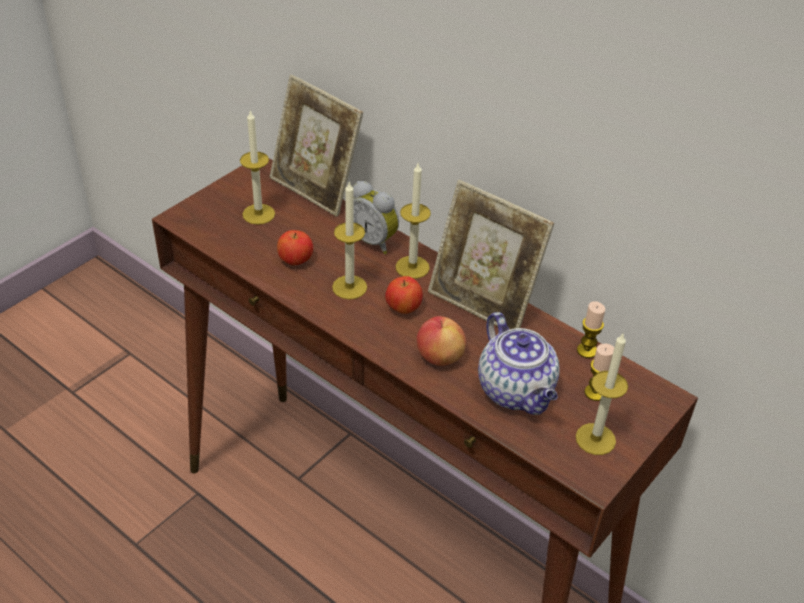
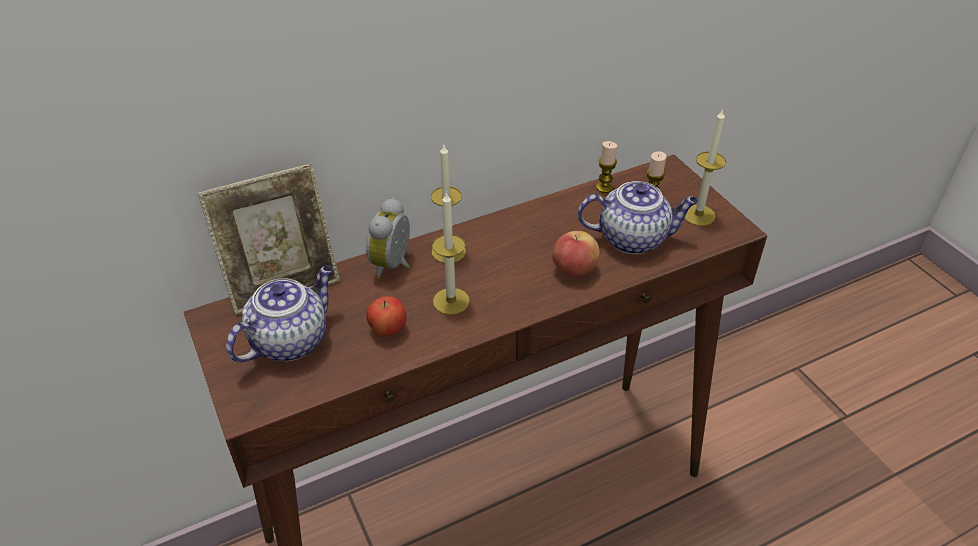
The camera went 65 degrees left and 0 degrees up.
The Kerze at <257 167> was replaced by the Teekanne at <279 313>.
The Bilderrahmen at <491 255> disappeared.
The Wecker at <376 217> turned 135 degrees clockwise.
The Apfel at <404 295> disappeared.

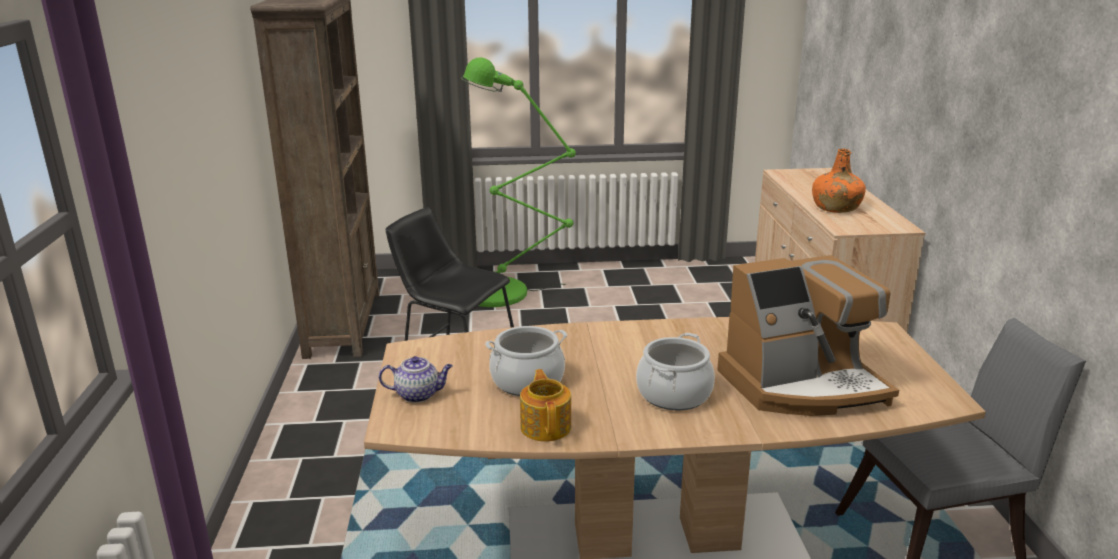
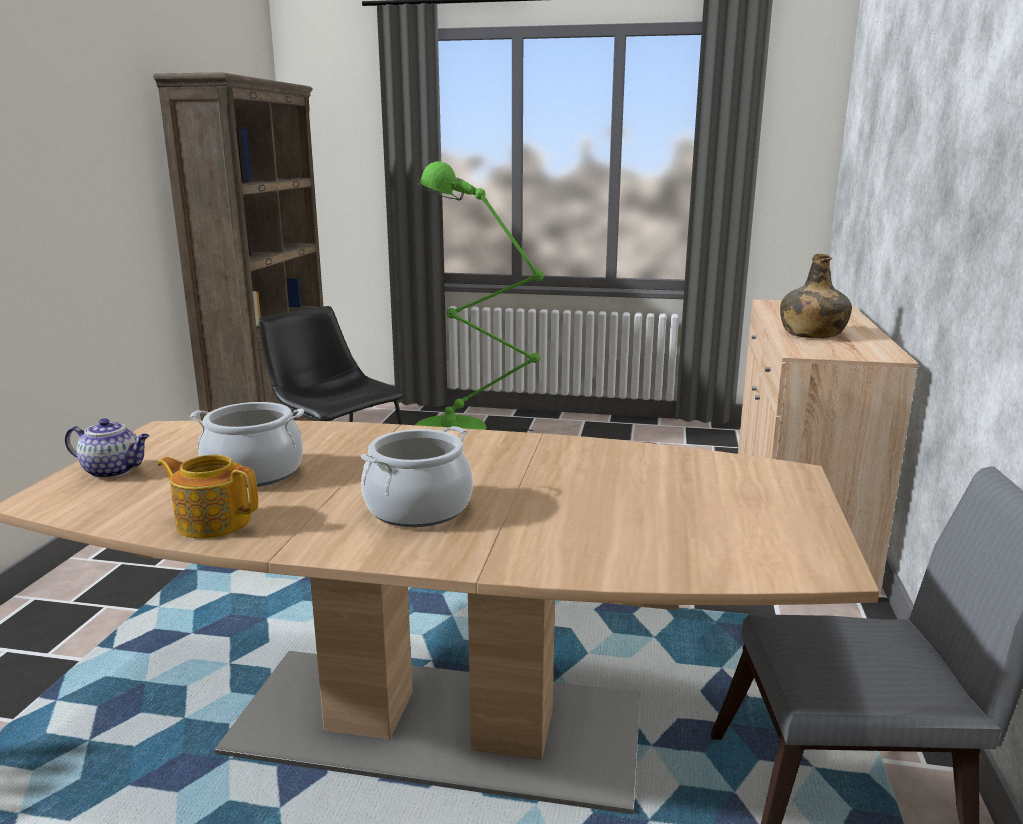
The camera went 15 degrees right and 5 degrees down.
The Flasche [orange] at <839 181> became the Flasche [grün] at <816 296>.
The Kaffeemaschine at <808 335> disappeared.
The Teekanne at <545 405> turned 75 degrees counterclockwise.

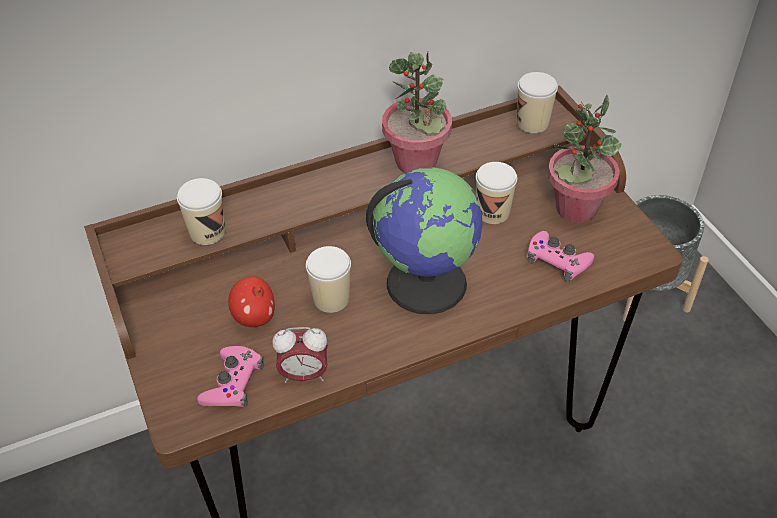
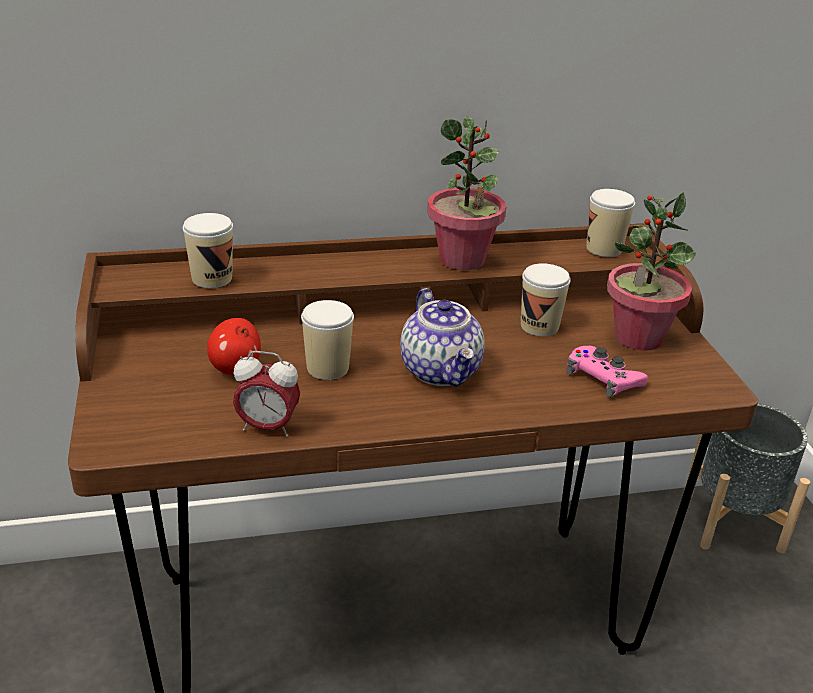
The camera went 10 degrees right and 15 degrees down.
The Globus at <424 240> was replaced by the Teekanne at <442 337>.
The Gamepad [rosa] at <230 376> disappeared.

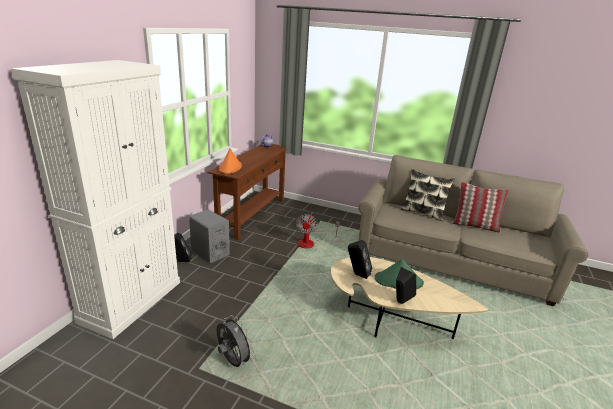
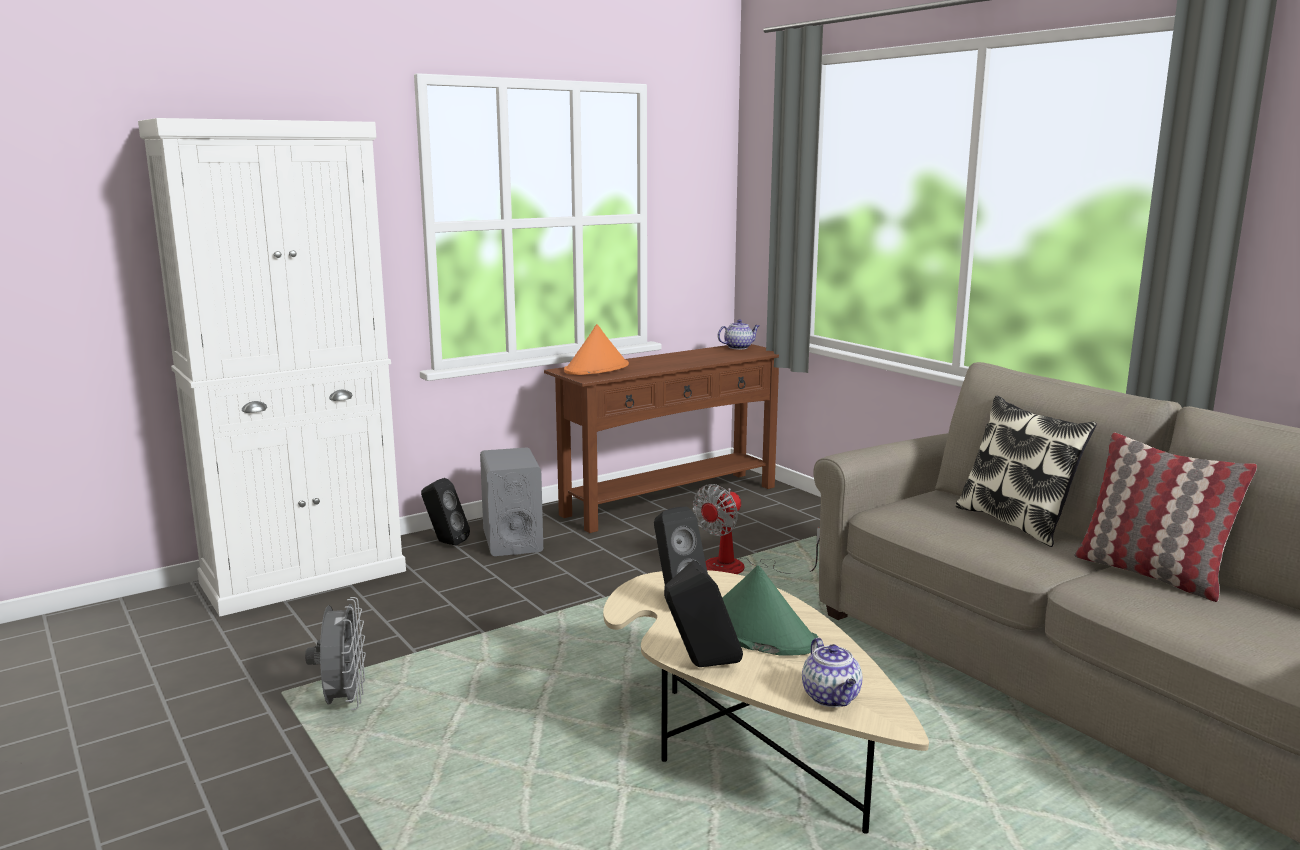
The camera went 35 degrees right and 10 degrees down.
The Teekanne at <832 672> appeared.

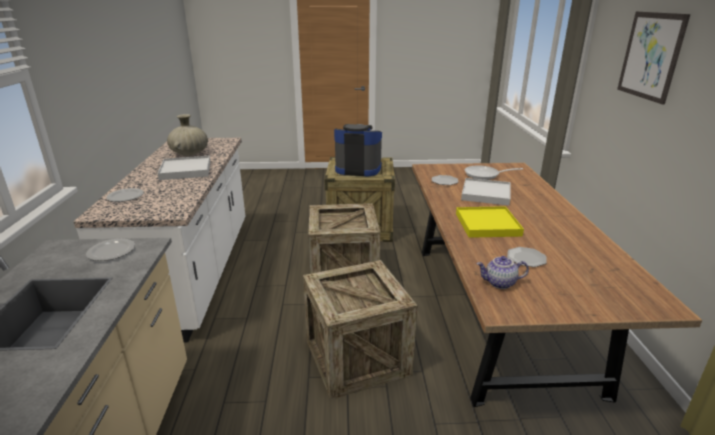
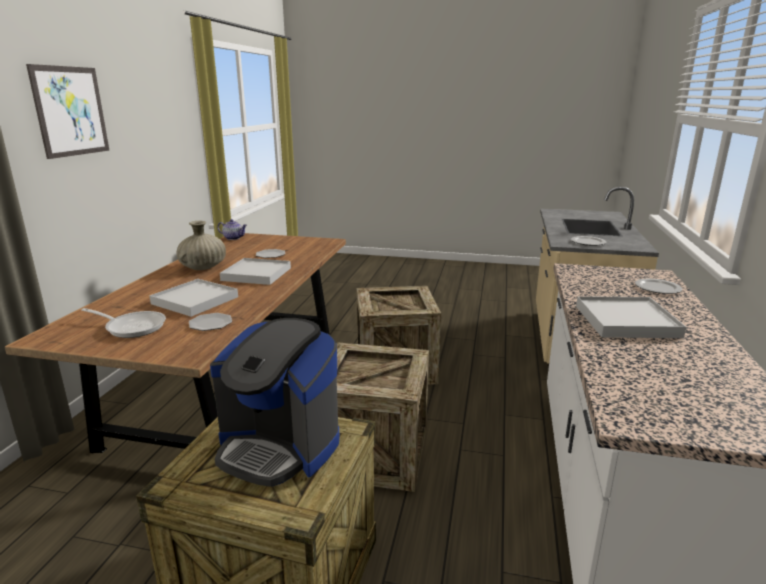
The camera went 165 degrees left and 5 degrees down.
The Vase [beige] moved from <187 135> to <201 245>.
The Tablett [gelb] at <490 222> became the Tablett [weiß] at <255 271>.
The Teekanne moved from <503 272> to <232 229>.

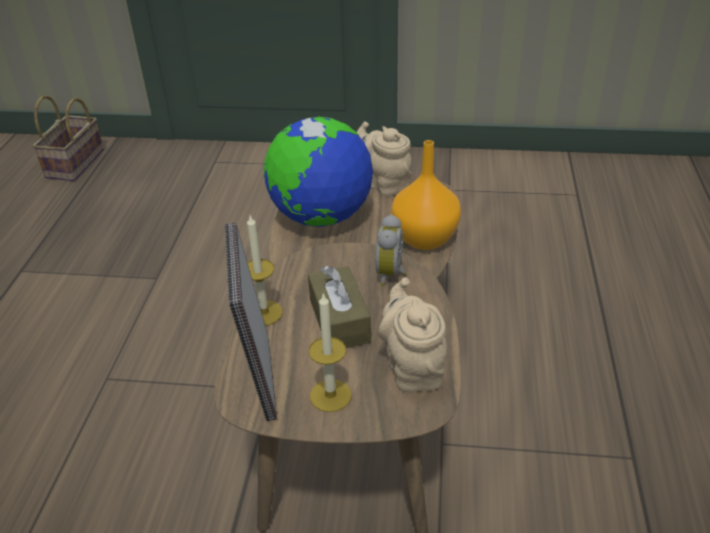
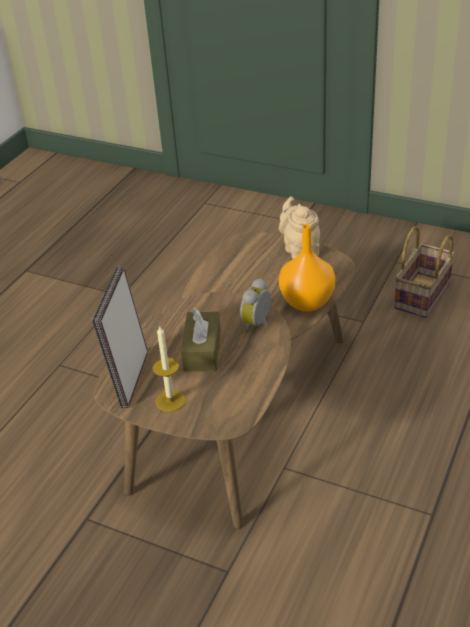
The camera went 20 degrees right and 0 degrees up.
The Korb moved from <68 138> to <424 272>.
The Globus at <318 172> disappeared.
The Kerze at <264 270> disappeared.
The Teekanne [beige] at <412 335> disappeared.

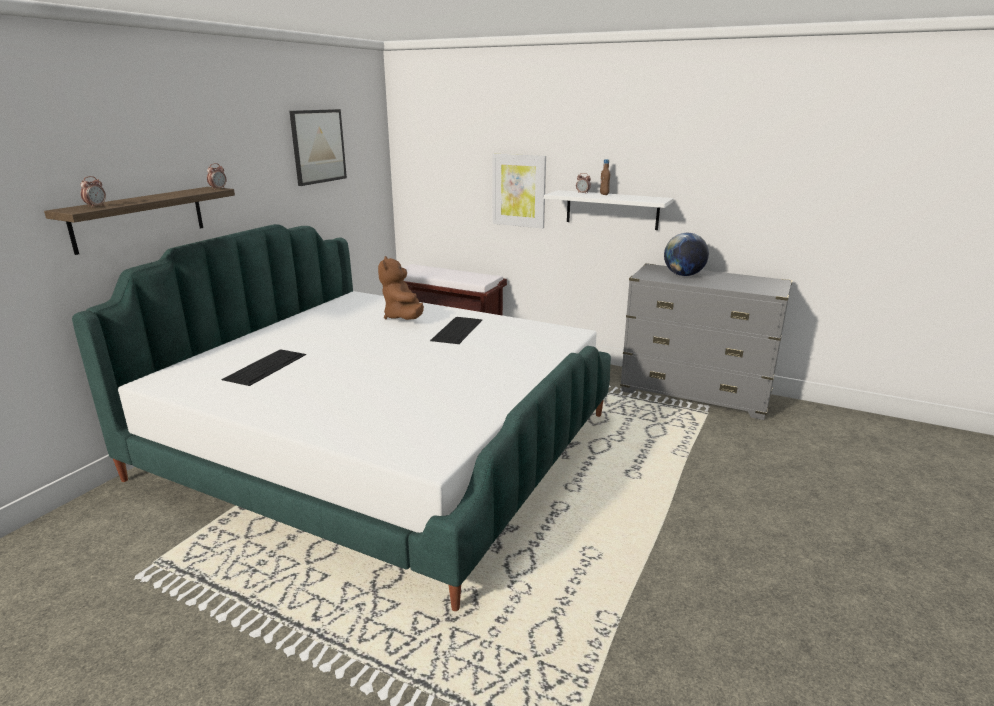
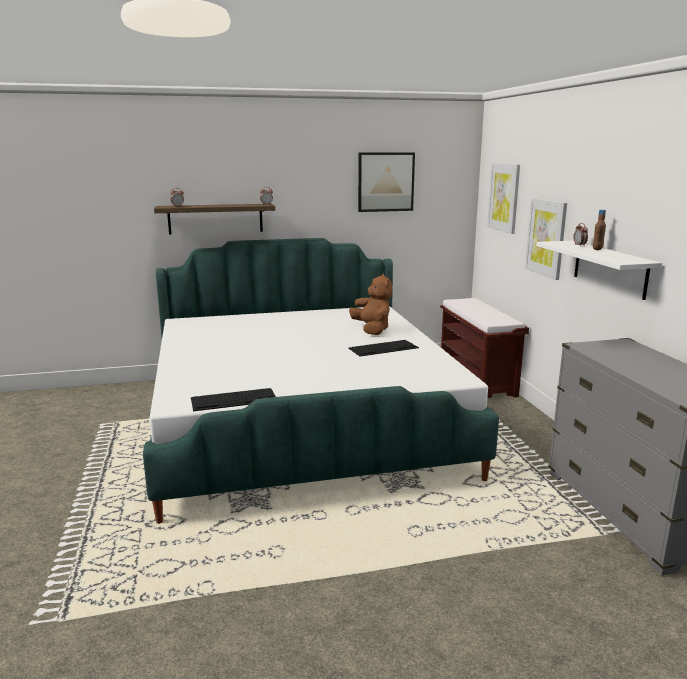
The camera went 50 degrees right and 5 degrees down.
The Globus at <686 254> disappeared.
The Plüschtier [braun] at <401 288> turned 120 degrees clockwise.
The Tastatur moved from <264 367> to <233 399>.
The Bild at <503 198> appeared.

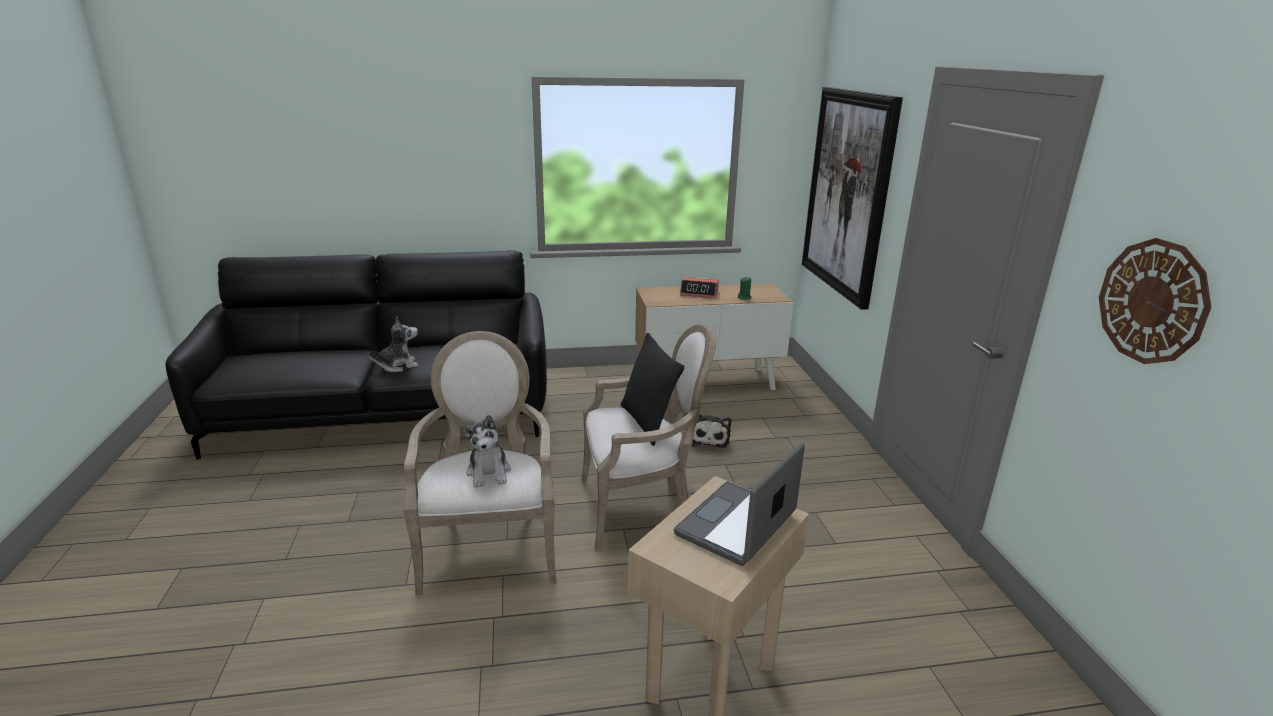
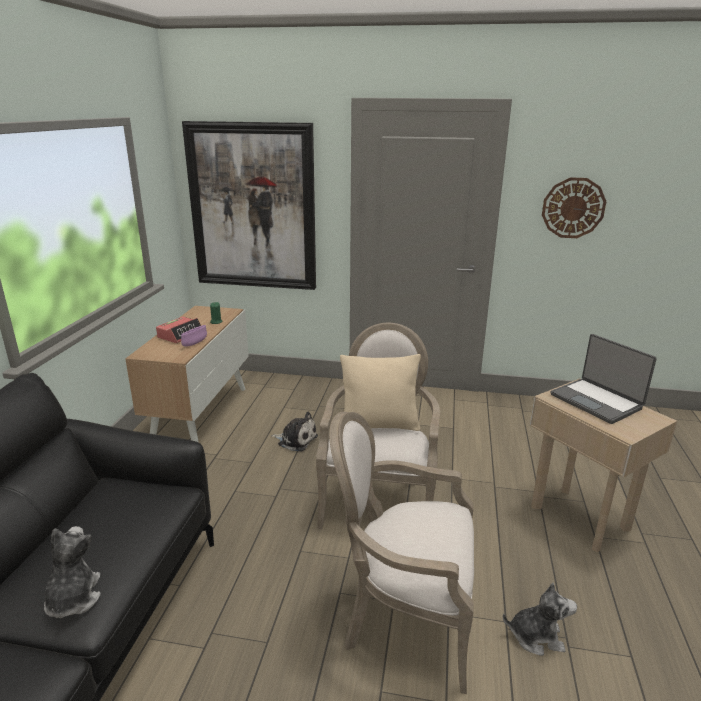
The camera went 70 degrees left and 0 degrees up.
The Kissen [schwarz] at <653 389> became the Kissen [beige] at <380 392>.
The Plüschtier moved from <486 451> to <540 619>.
The Schüssel [lila] at <194 336> appeared.

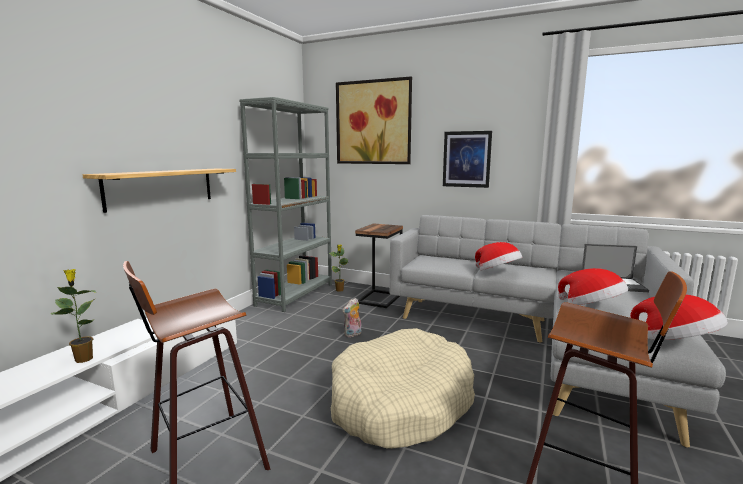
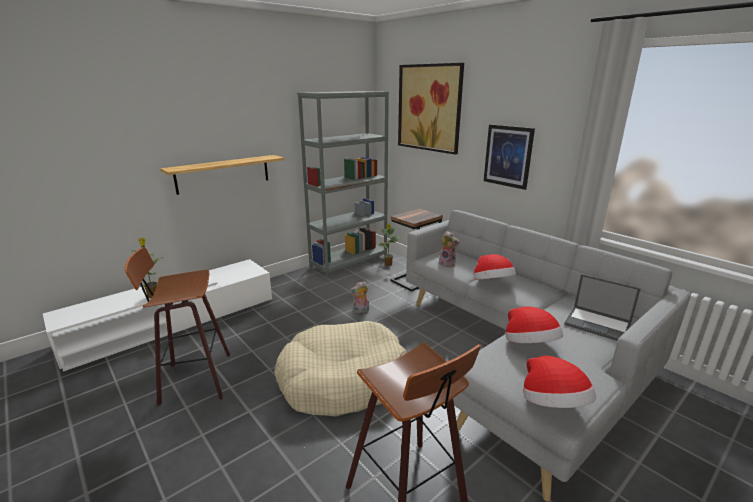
The camera went 25 degrees right and 10 degrees up.
The Plüschtier at <449 249> appeared.

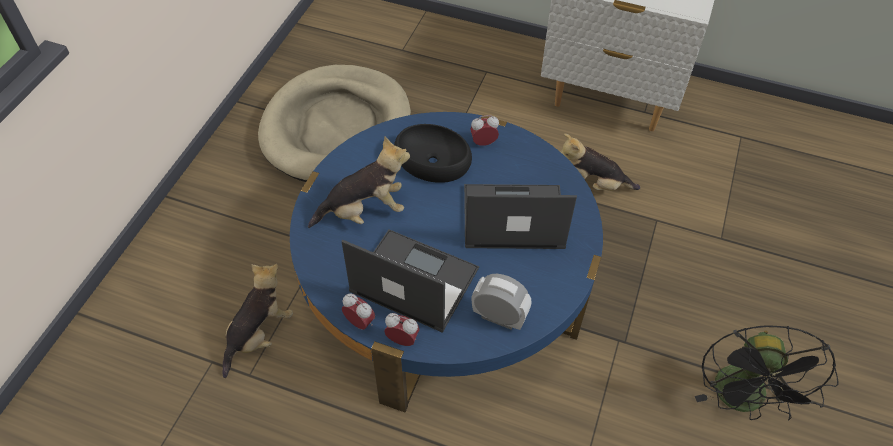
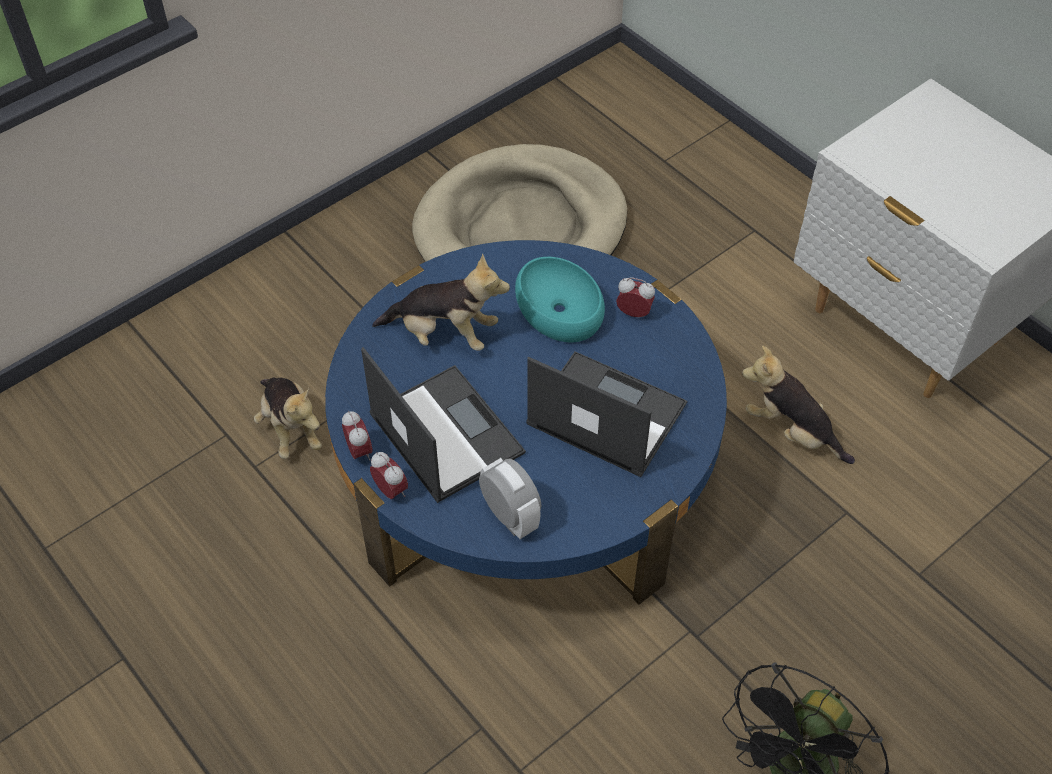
The camera went 30 degrees right and 0 degrees up.
The Schüssel [schwarz] at <433 153> became the Schüssel [türkis] at <560 299>.
The Plüschtier at <258 321> turned 90 degrees clockwise.

